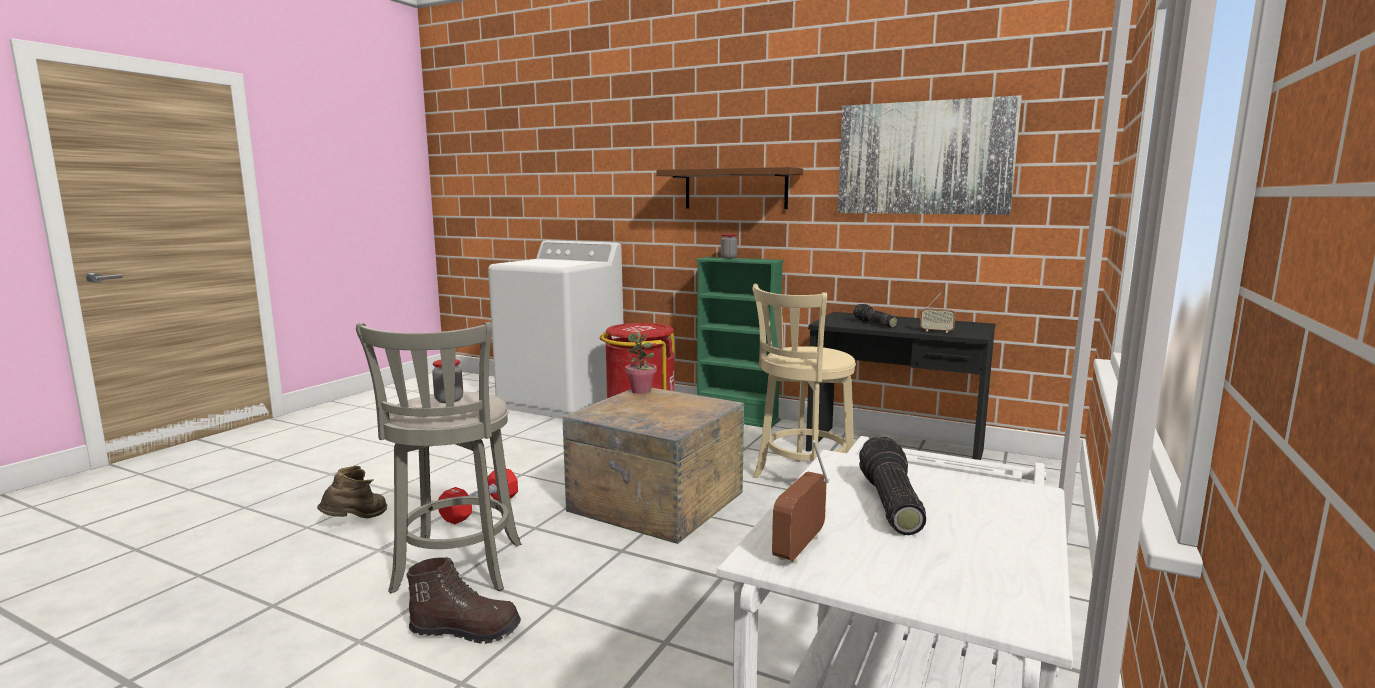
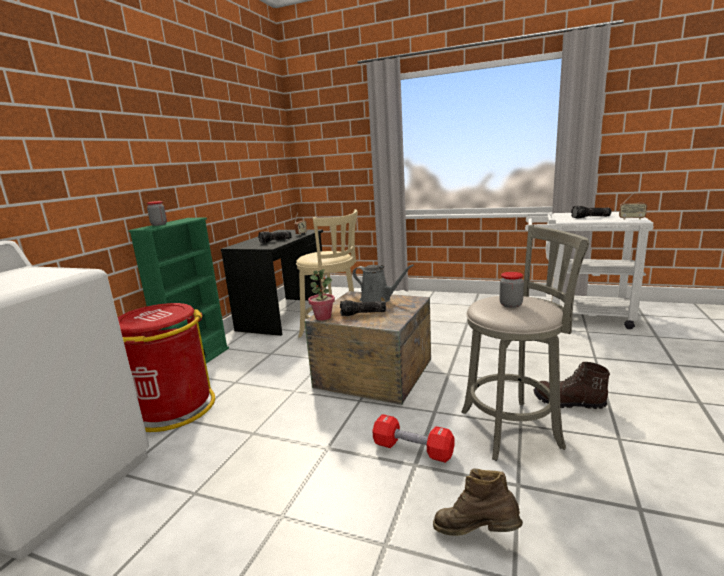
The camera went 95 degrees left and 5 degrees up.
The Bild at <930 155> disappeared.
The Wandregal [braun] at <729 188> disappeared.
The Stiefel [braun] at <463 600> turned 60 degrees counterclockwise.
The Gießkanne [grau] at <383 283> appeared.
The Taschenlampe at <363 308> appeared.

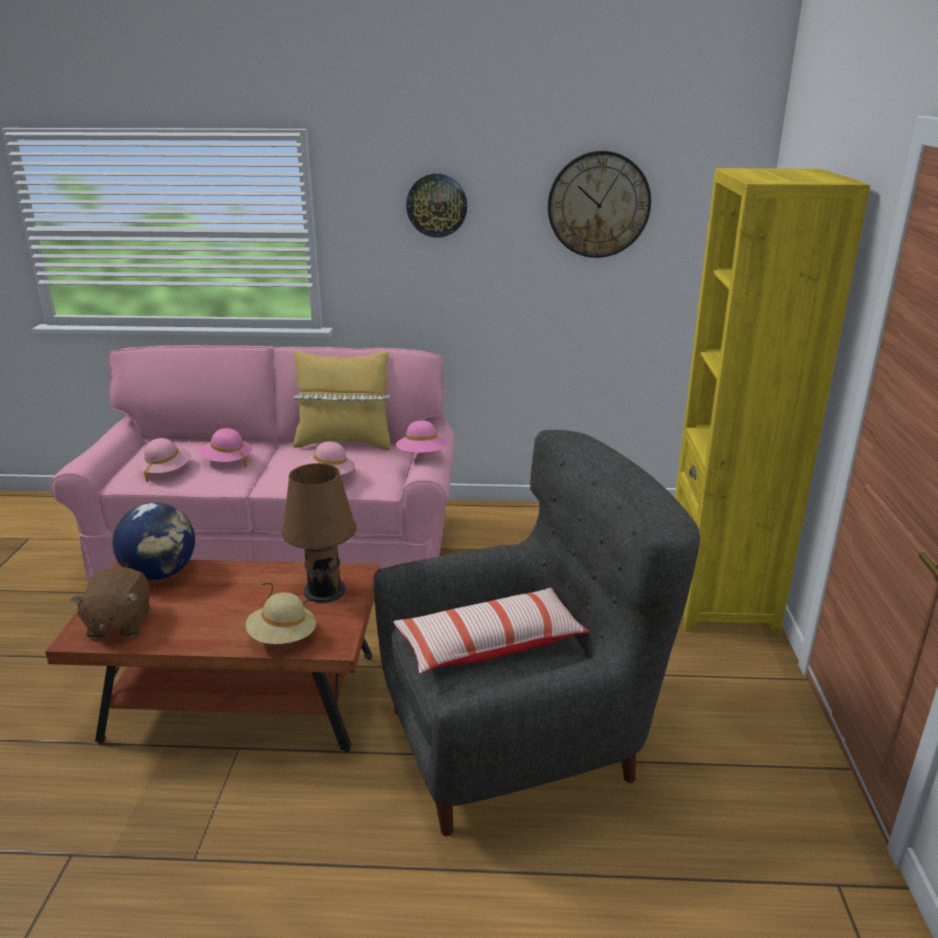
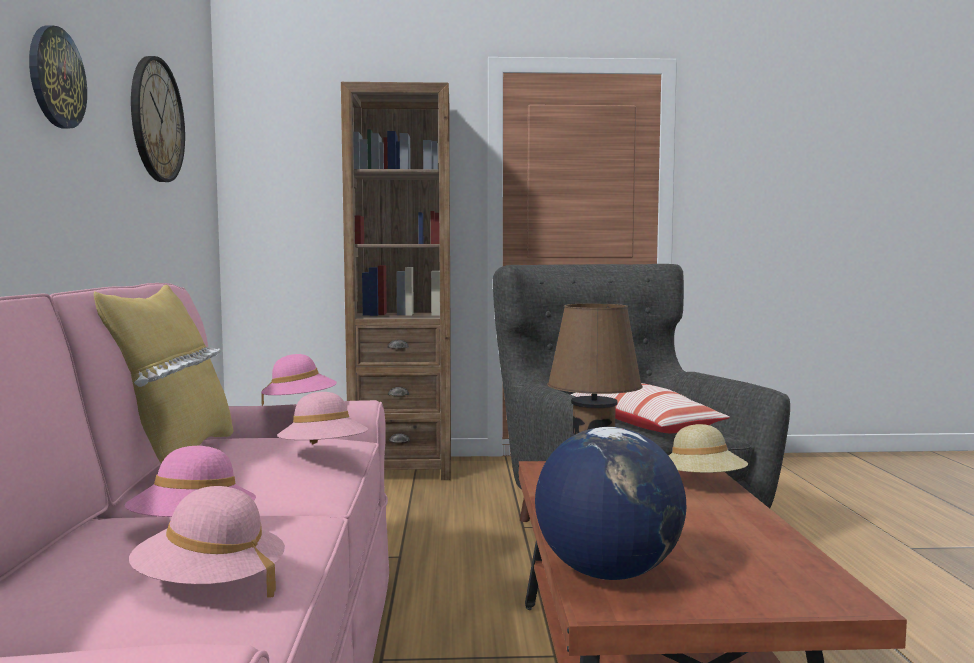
The camera went 95 degrees left and 20 degrees down.
The Bücherregal [gelb] at <772 401> became the Bücherregal [braun] at <396 281>.
The Plüschtier [braun] at <110 603> disappeared.

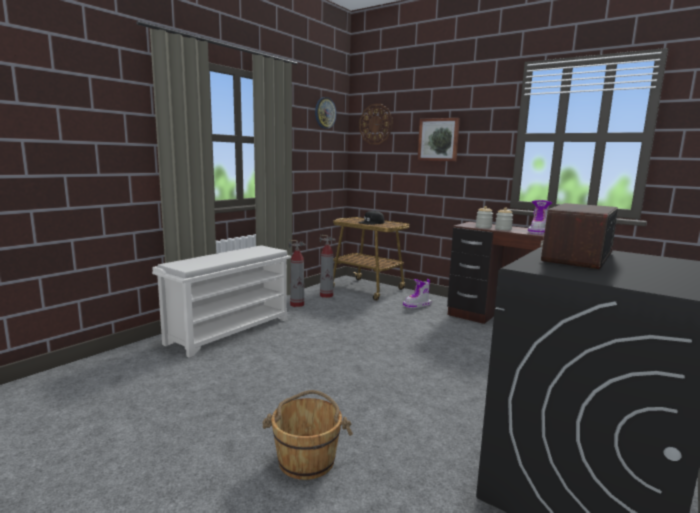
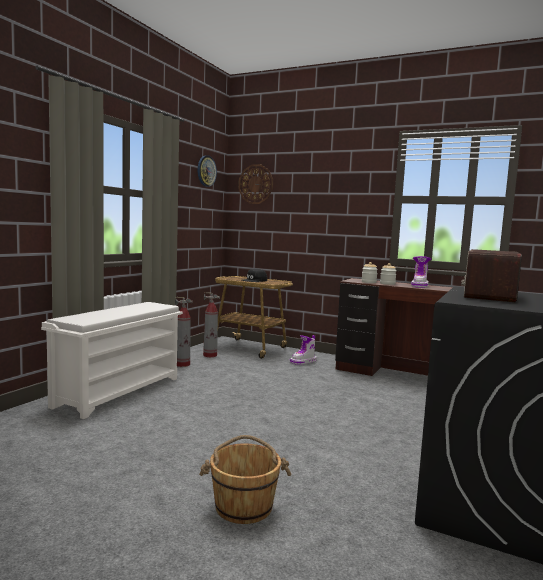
The camera went 10 degrees left and 5 degrees down.
The Bild at <438 139> disappeared.

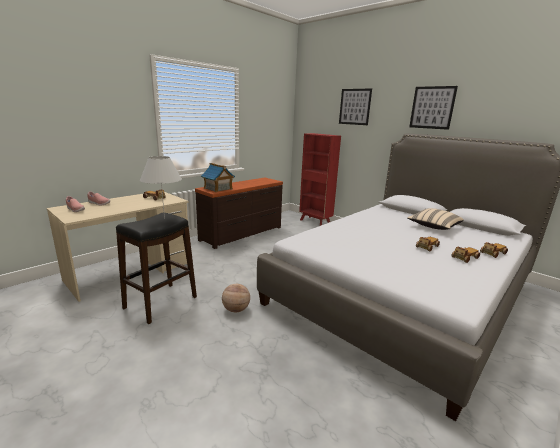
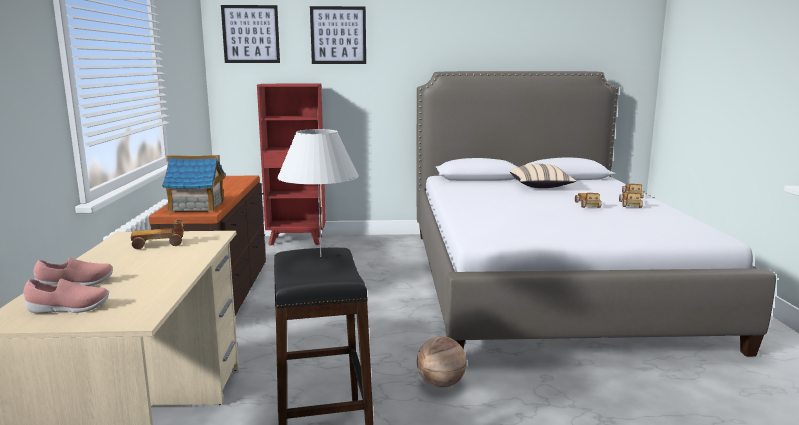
The camera went 45 degrees left and 5 degrees down.
The Bild moved from <433 108> to <250 34>.

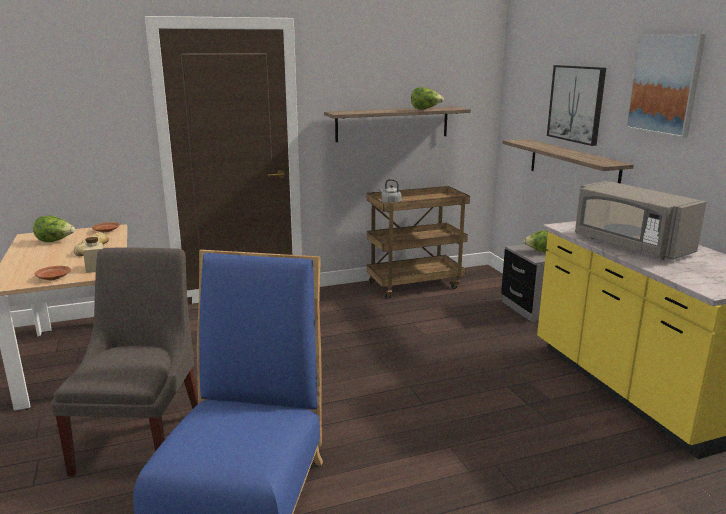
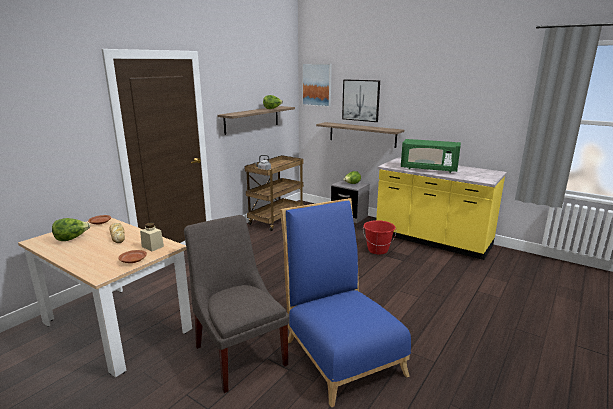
The camera went 35 degrees left and 0 degrees up.
The Bild moved from <665 86> to <317 85>.
The Mikrowelle [grau] at <641 220> became the Mikrowelle [grün] at <431 156>.
The Eimer [rot] at <379 237> appeared.

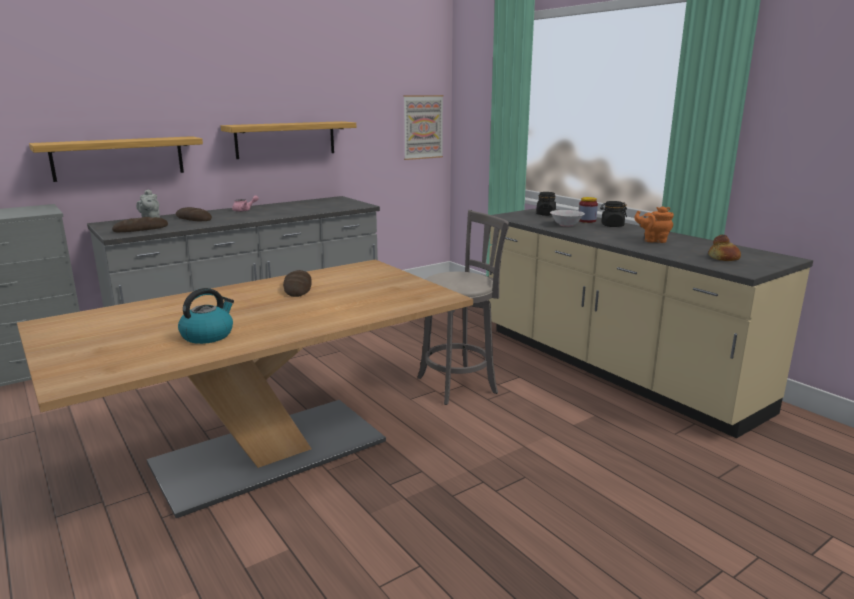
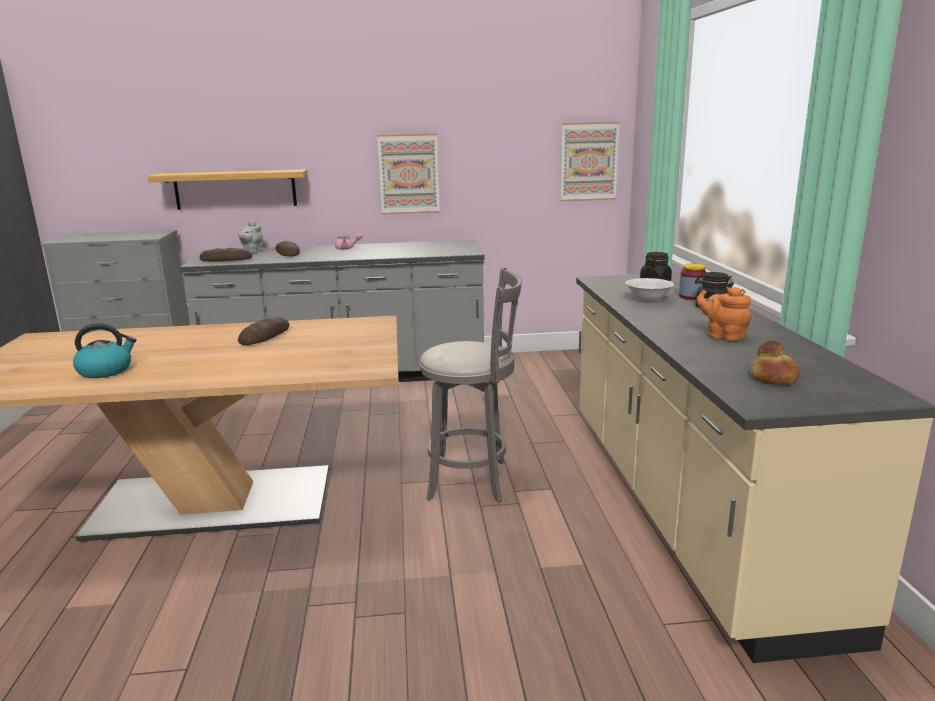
The camera went 30 degrees right and 0 degrees up.
The Wandregal at <288 140> was replaced by the Bild at <408 174>.

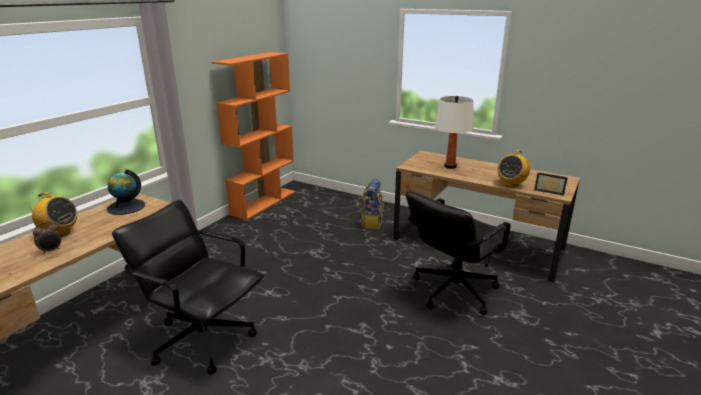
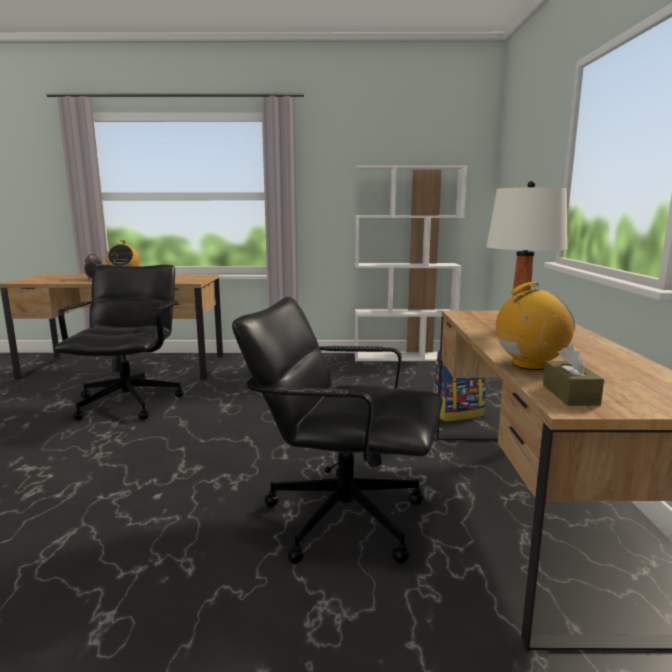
The camera went 60 degrees right and 10 degrees down.
The Bücherregal [orange] at <253 136> became the Bücherregal [weiß] at <410 263>.
The Radio at <514 168> turned 150 degrees clockwise.
The Globus at <126 192> disappeared.
The Bilderrahmen at <551 184> was replaced by the Taschentuchbox [braun] at <573 375>.

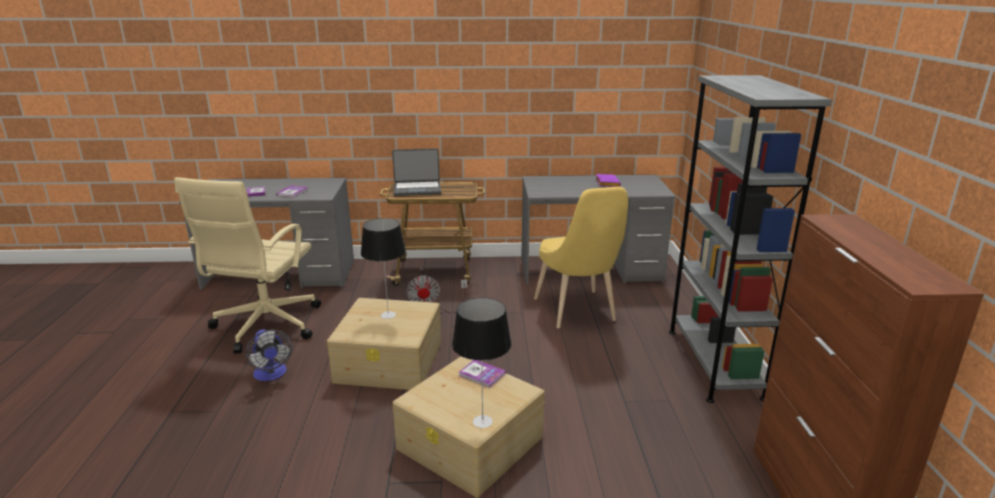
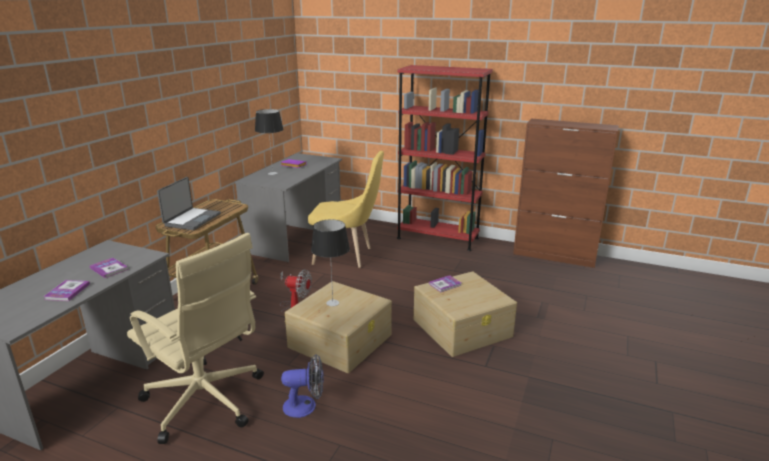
The camera went 65 degrees left and 0 degrees up.
The Bücherregal [grau] at <750 239> became the Bücherregal [rot] at <445 158>.
The Tischlampe moved from <481 363> to <269 142>.

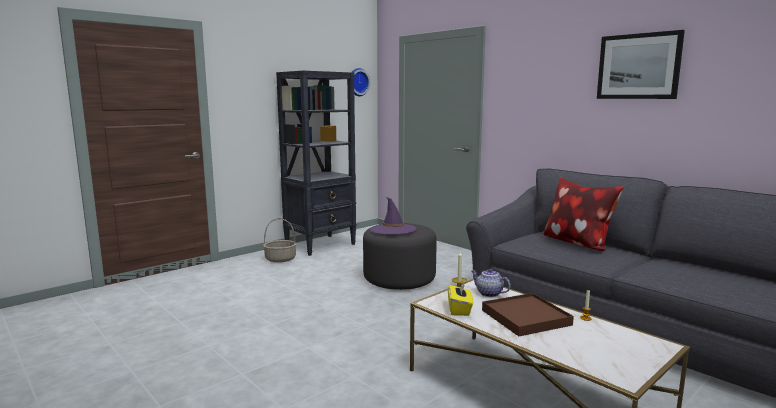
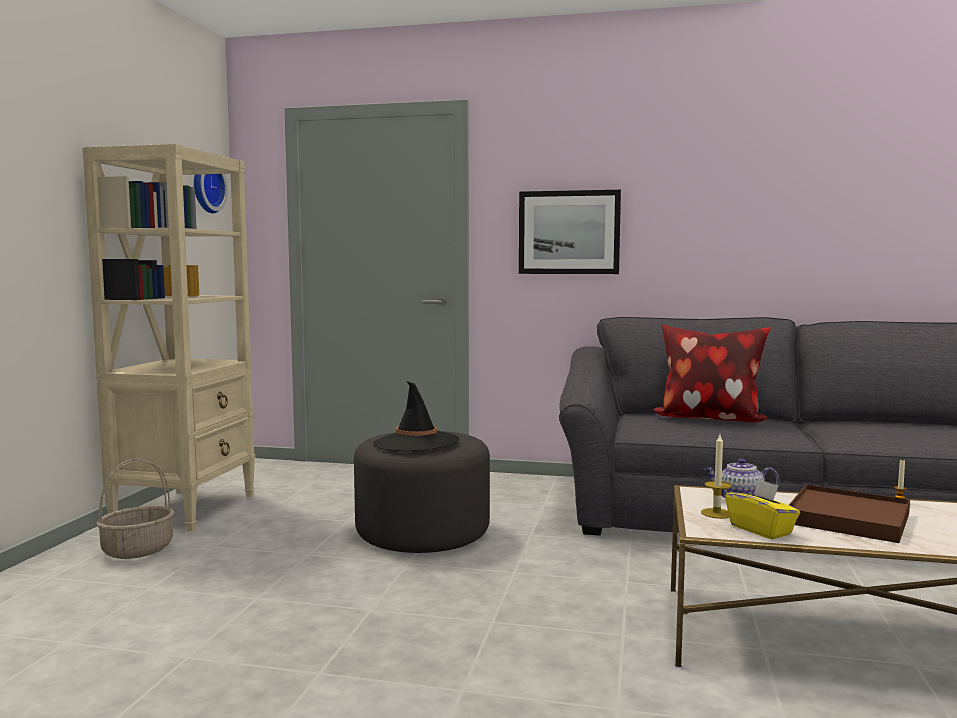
The camera went 35 degrees left and 5 degrees down.
The Bild moved from <641 64> to <570 232>.
The Bücherregal [schwarz] at <316 163> became the Bücherregal [beige] at <168 337>.
The Hut [lila] at <393 216> became the Hut [schwarz] at <416 416>.

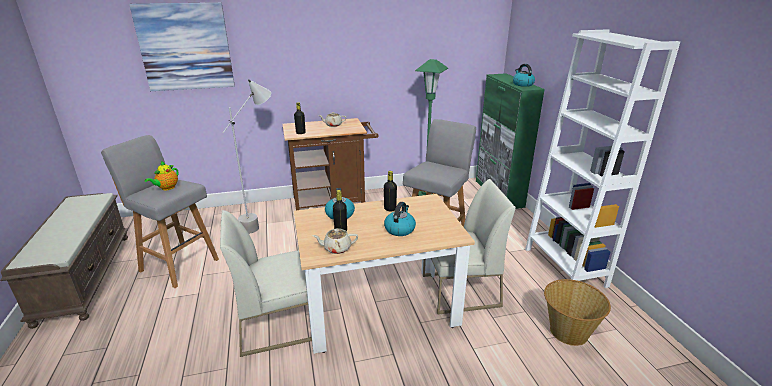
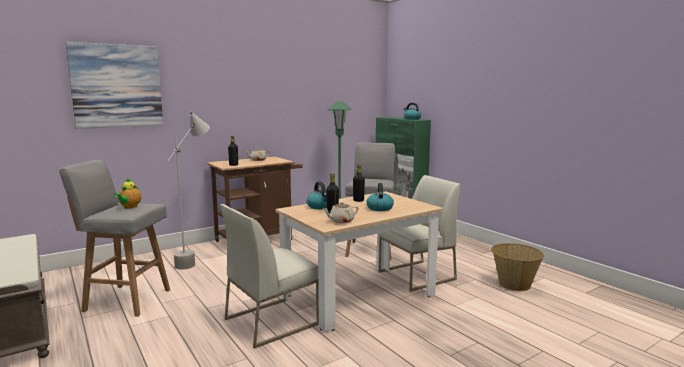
The camera went 20 degrees left and 15 degrees down.
The Bücherregal [weiß] at <602 159> disappeared.

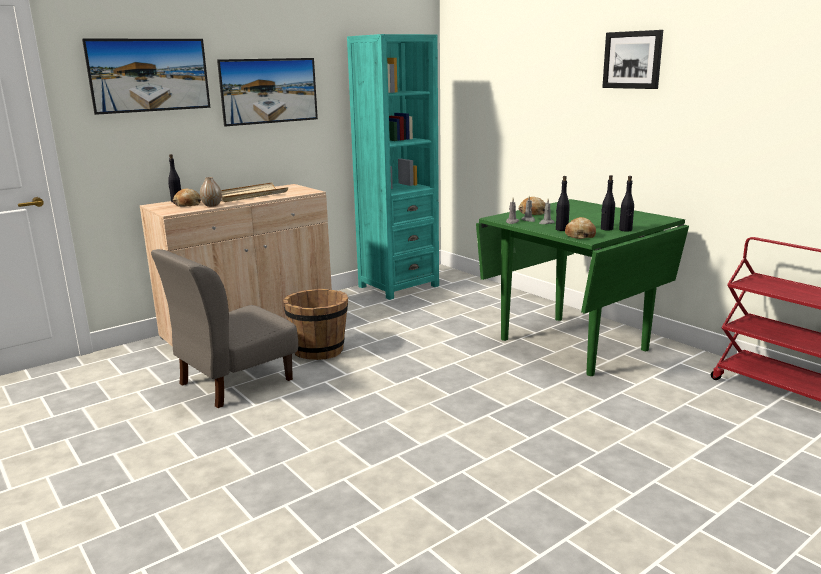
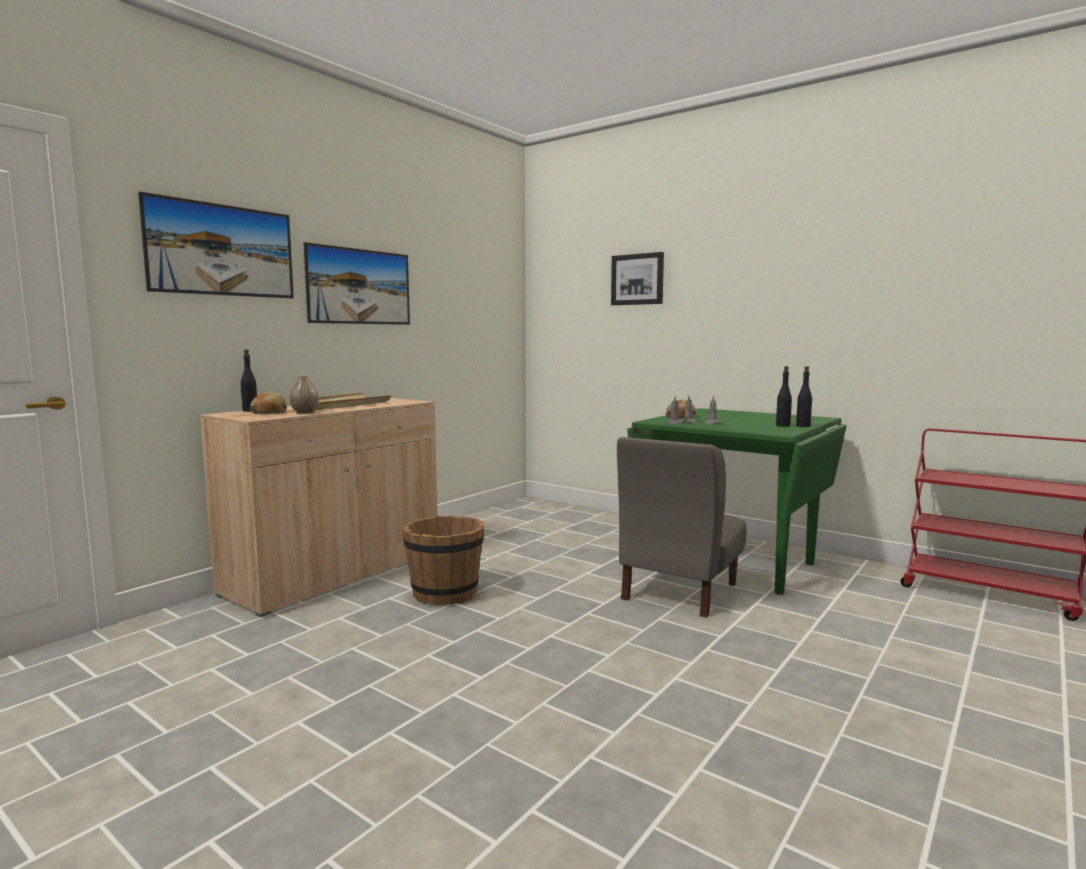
The camera went 15 degrees left and 10 degrees down.
The Bild moved from <632 59> to <637 278>.
The Bücherregal [türkis] at <393 167> disappeared.
The Flasche [schwarz] at <563 203> disappeared.
The Brot at <580 228> disappeared.
The Stuhl [grau] moved from <224 328> to <682 527>.

